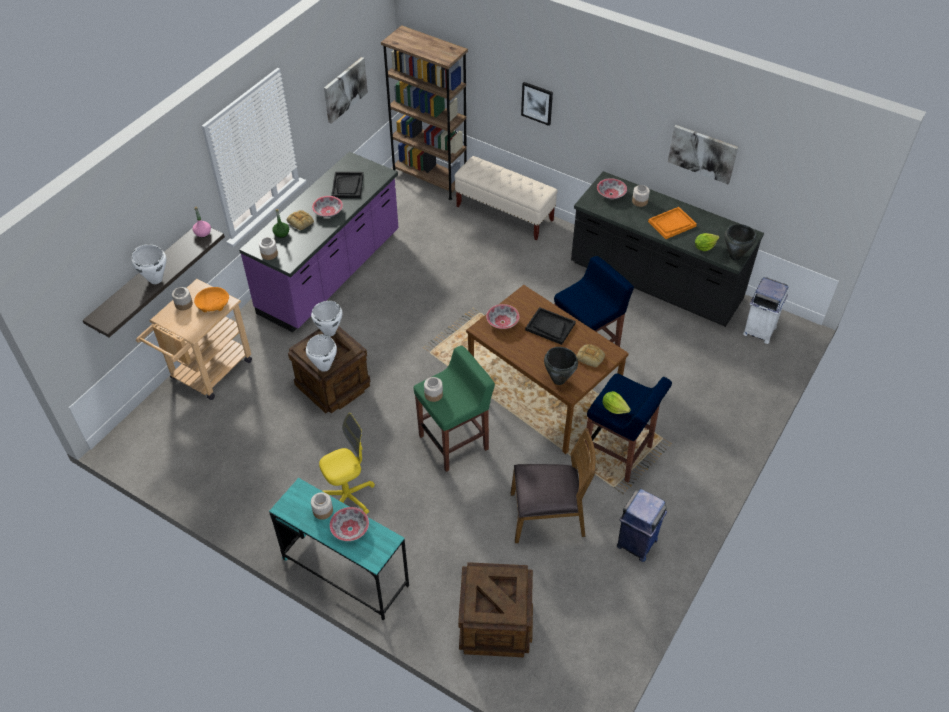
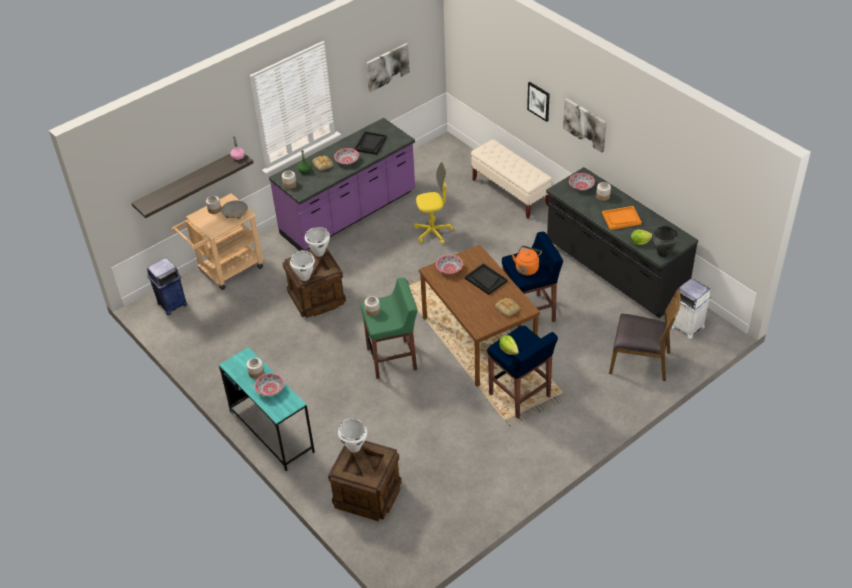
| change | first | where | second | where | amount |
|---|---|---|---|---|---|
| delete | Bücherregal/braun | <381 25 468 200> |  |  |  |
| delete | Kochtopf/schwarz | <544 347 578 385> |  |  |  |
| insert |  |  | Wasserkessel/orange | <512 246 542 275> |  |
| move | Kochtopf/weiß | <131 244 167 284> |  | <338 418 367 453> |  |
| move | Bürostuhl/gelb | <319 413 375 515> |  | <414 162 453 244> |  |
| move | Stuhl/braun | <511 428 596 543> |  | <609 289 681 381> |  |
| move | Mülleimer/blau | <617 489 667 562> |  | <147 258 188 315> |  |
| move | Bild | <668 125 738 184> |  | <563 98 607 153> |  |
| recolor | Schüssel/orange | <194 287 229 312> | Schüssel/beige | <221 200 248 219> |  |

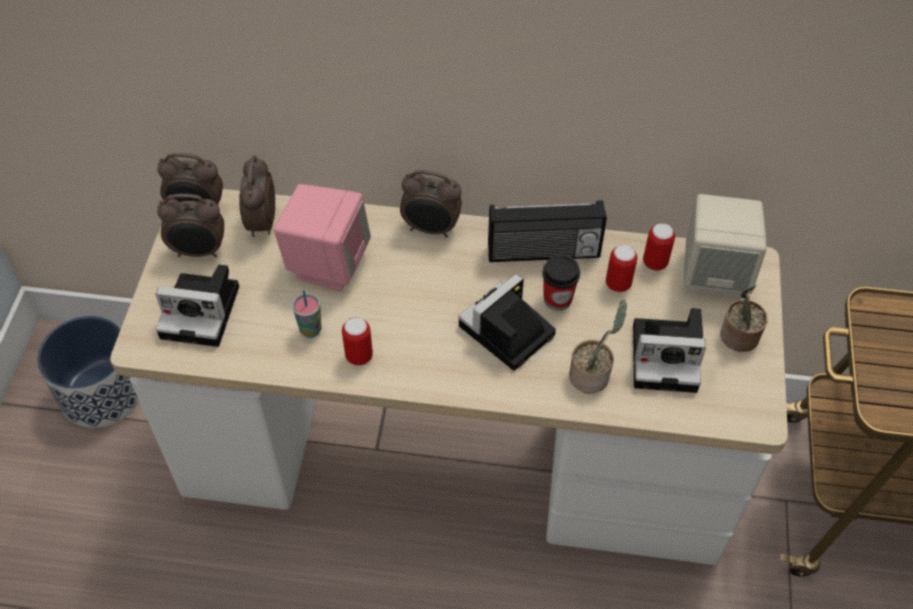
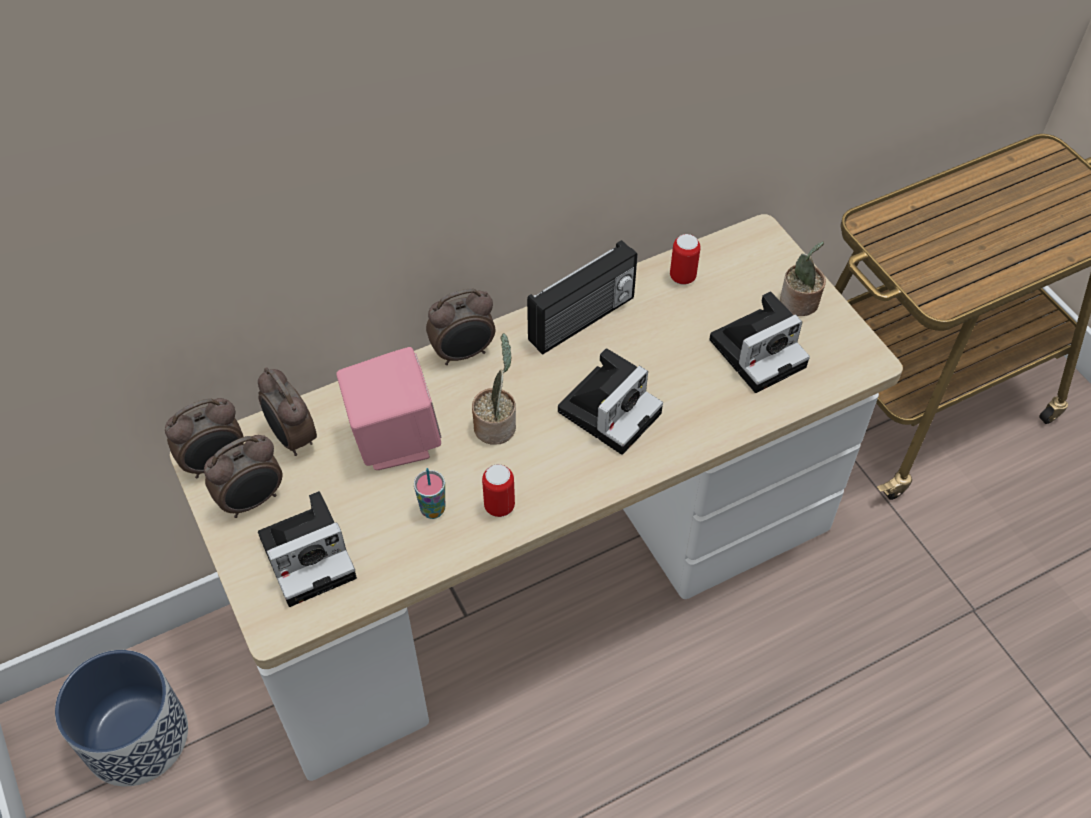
| change | first | where | second | where | amount |
|---|---|---|---|---|---|
| delete | Tasse | <542 254 580 311> |  |  |  |
| delete | Dose | <606 245 637 292> |  |  |  |
| delete | Lautsprecher/beige | <684 194 767 298> |  |  |  |
| move | Topfpflanze | <569 300 627 394> |  | <472 333 516 445> |  |
| rotate | Kamera | <458 274 556 371> |  | <558 348 663 455> | 150 degrees counterclockwise |

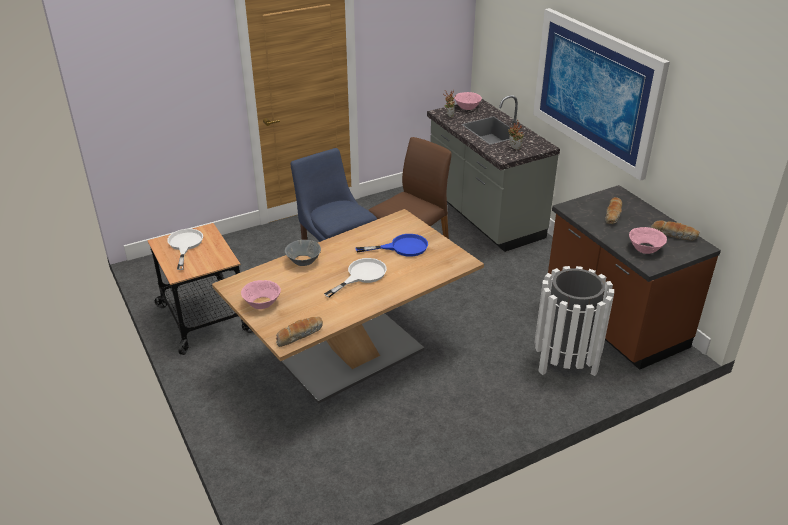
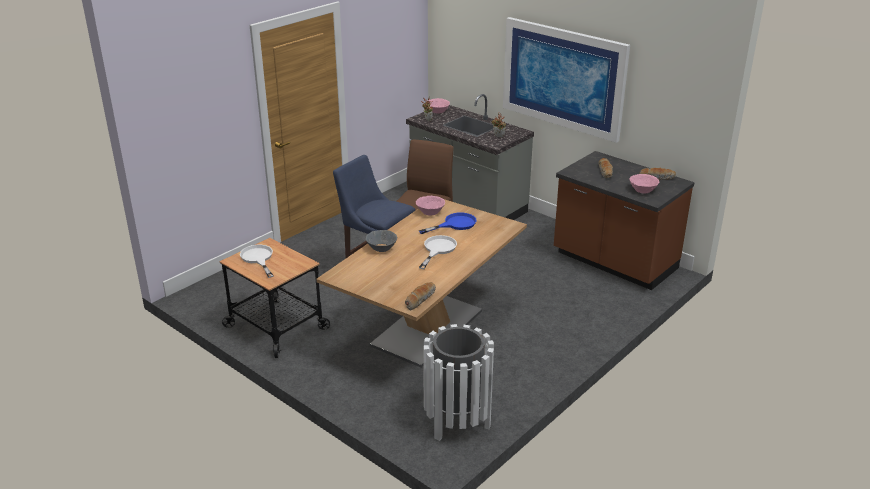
| change | first | where | second | where | amount |
|---|---|---|---|---|---|
| move | Schüssel/rosa | <241 280 281 309> |  | <416 196 445 216> |  |
| move | Mülleimer/weiß | <535 266 614 376> |  | <423 324 494 441> |  |

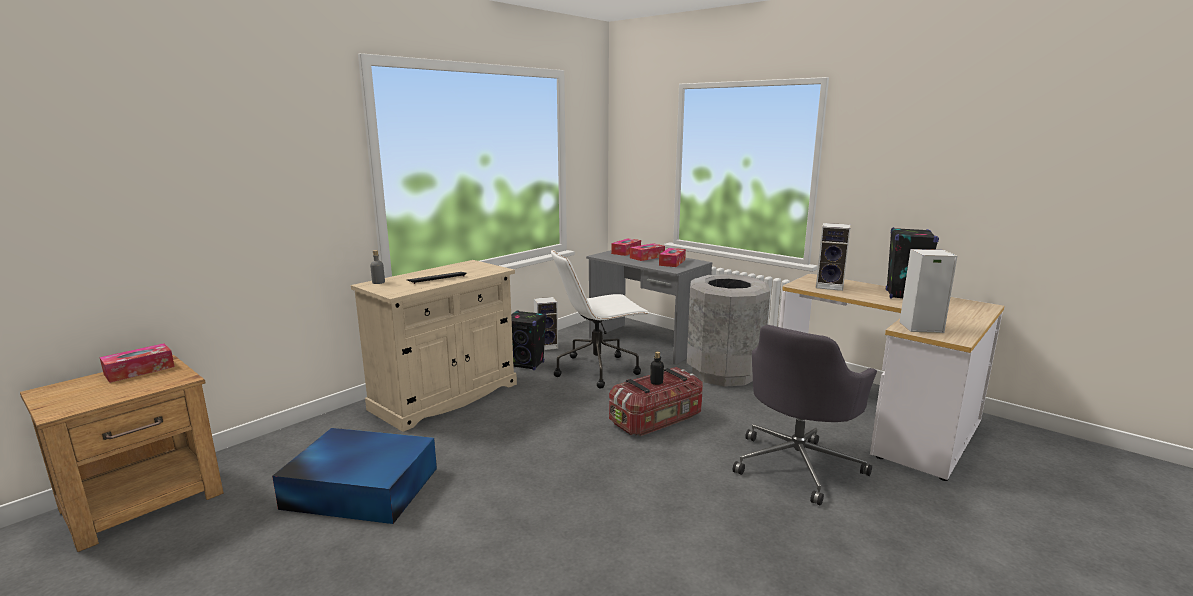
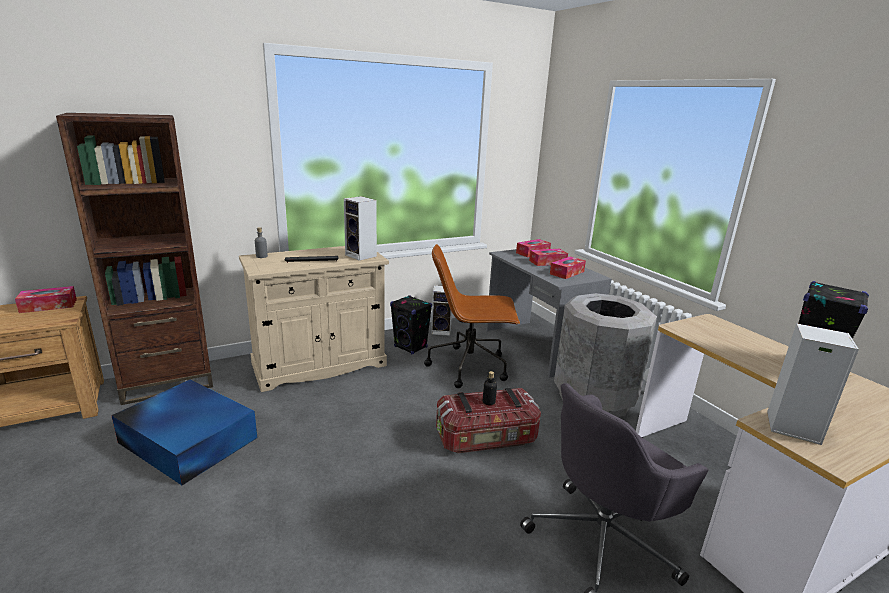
| change | first | where | second | where | amount |
|---|---|---|---|---|---|
| insert |  |  | Bücherregal/braun | <56 113 213 405> |  |
| move | Lautsprecher | <816 223 851 291> |  | <344 196 377 261> |  |
| recolor | Bürostuhl/weiß | <551 249 649 389> | Bürostuhl/braun | <424 244 520 388> |  |

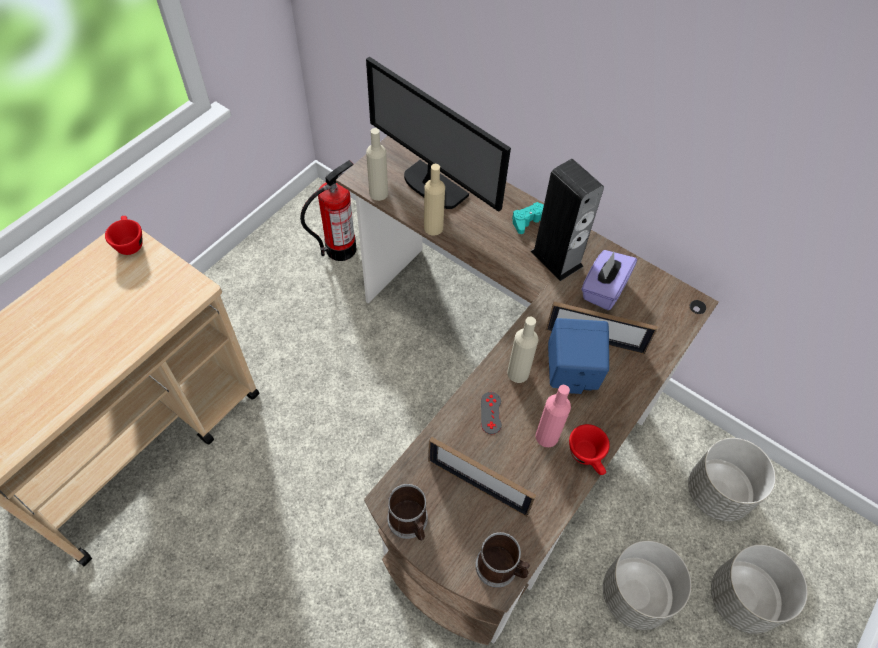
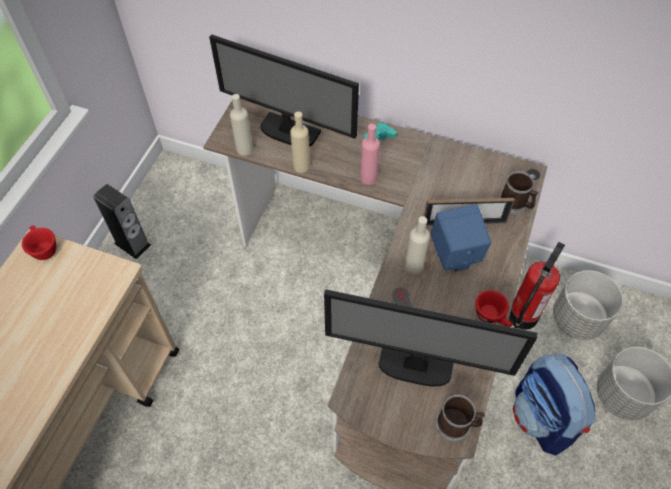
| change | first | where | second | where | amount |
|---|---|---|---|---|---|
| delete | Taschentuchbox/lila | <581 250 637 310> |  |  |  |
| move | Feuerlöscher | <300 160 357 261> |  | <509 242 565 330> |  |
| move | Henkelbecher | <387 484 428 541> |  | <499 171 538 214> |  |
| move | Lautsprecher | <530 159 604 281> |  | <93 184 151 259> |  |
| move | Flasche/rosa | <536 385 571 447> |  | <360 124 380 185> |  |
| replace | Bilderrahmen | <428 437 536 517> | Monitor | <324 289 538 386> |  |
| replace | Pflanzkübel/grau | <603 540 691 630> | Rucksack | <513 354 595 455> |  |

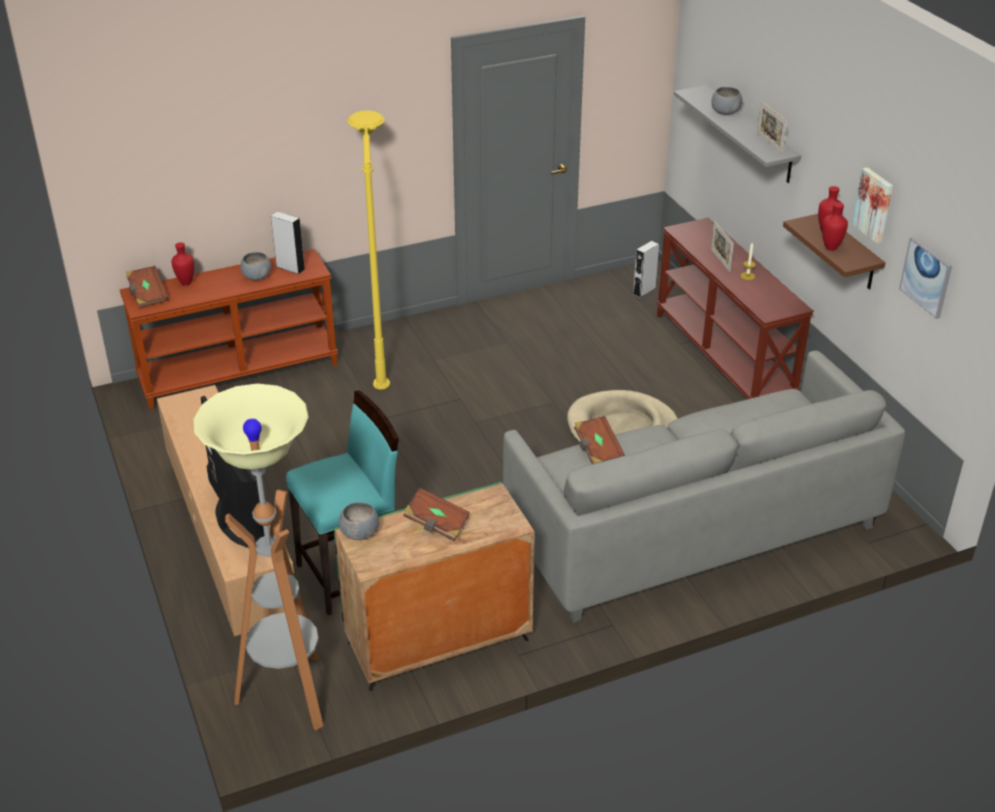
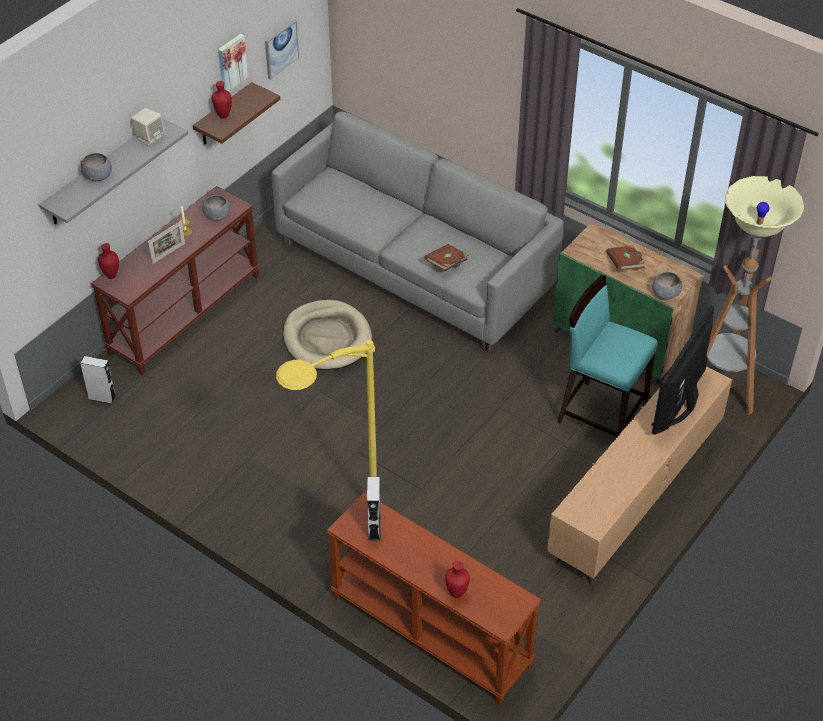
| change | first | where | second | where | amount |
|---|---|---|---|---|---|
| delete | Buch/braun | <126 266 169 309> |  |  |  |
| move | Schüssel/grau | <240 252 271 281> |  | <202 195 230 221> |  |
| move | Vase/rot | <822 202 848 251> |  | <98 243 119 279> |  |
| replace | Bilderrahmen | <757 101 787 154> | Lautsprecher/beige | <131 108 165 145> |  |

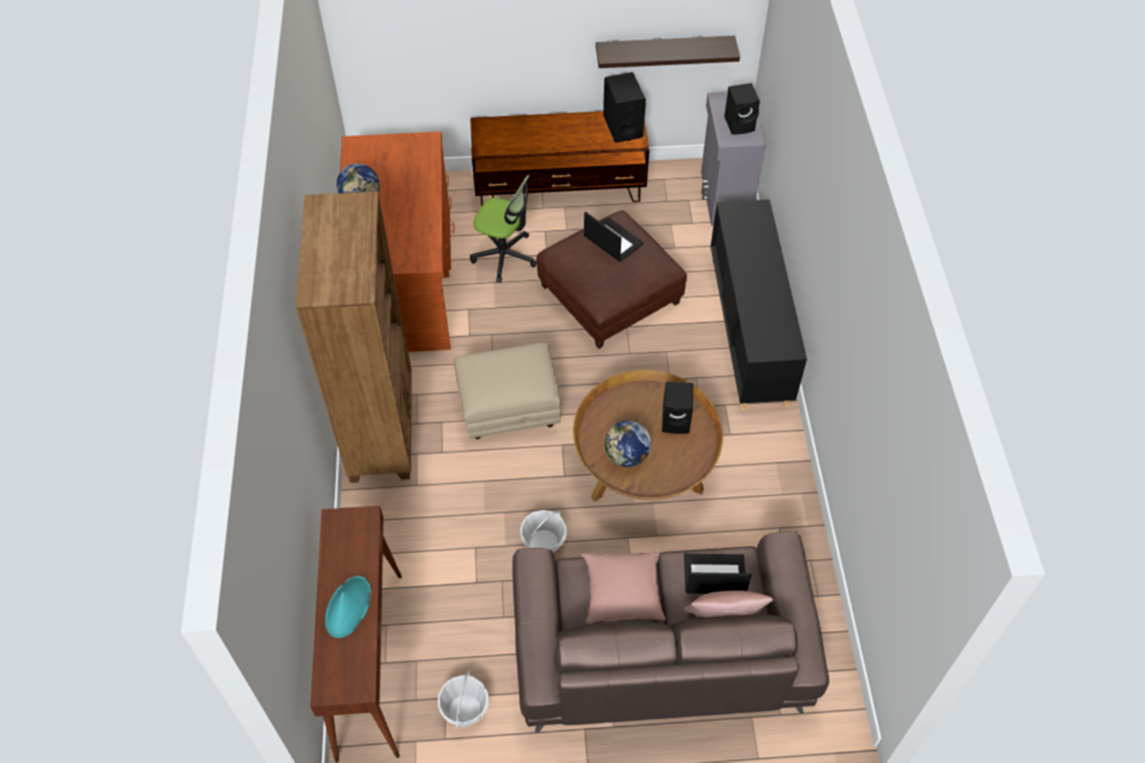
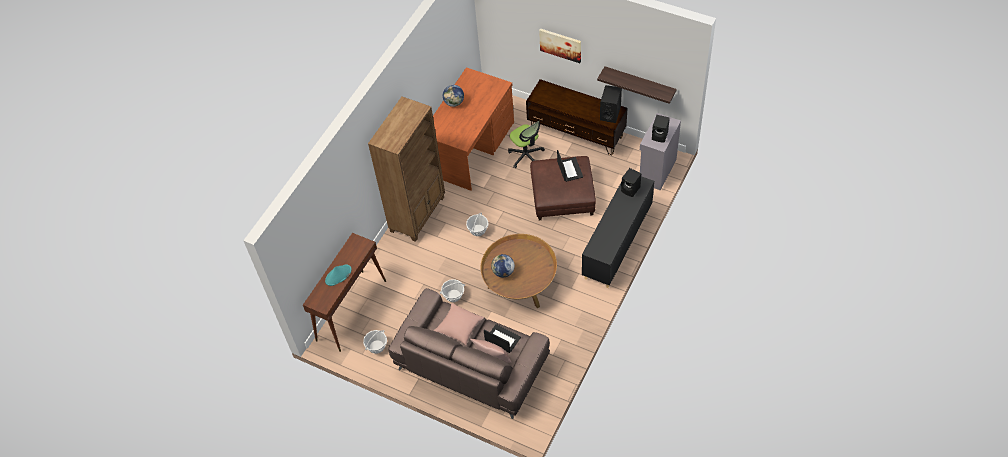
| change | first | where | second | where | amount |
|---|---|---|---|---|---|
| insert |  |  | Bild | <539 28 581 63> |  |
| move | Lautsprecher/schwarz | <662 382 693 434> |  | <621 168 641 197> |  |
| replace | Polsterhocker/beige | <454 342 561 439> | Korb | <466 213 488 236> |  |

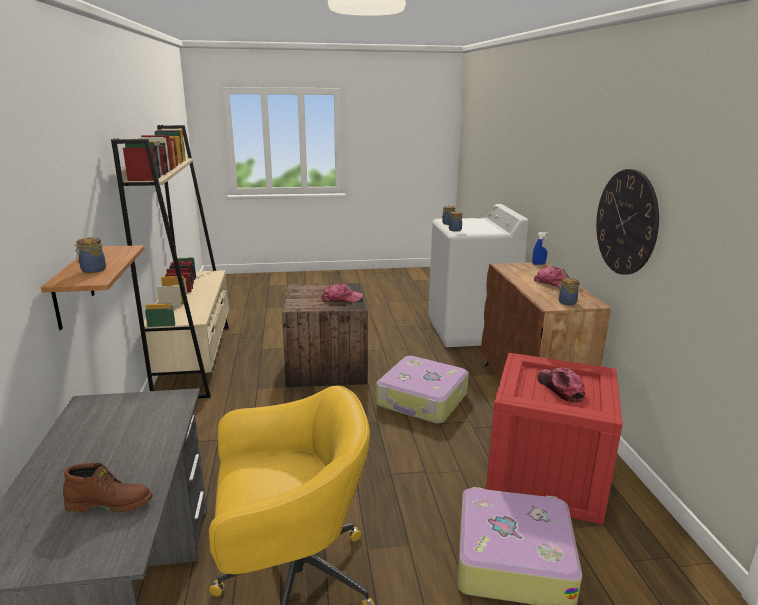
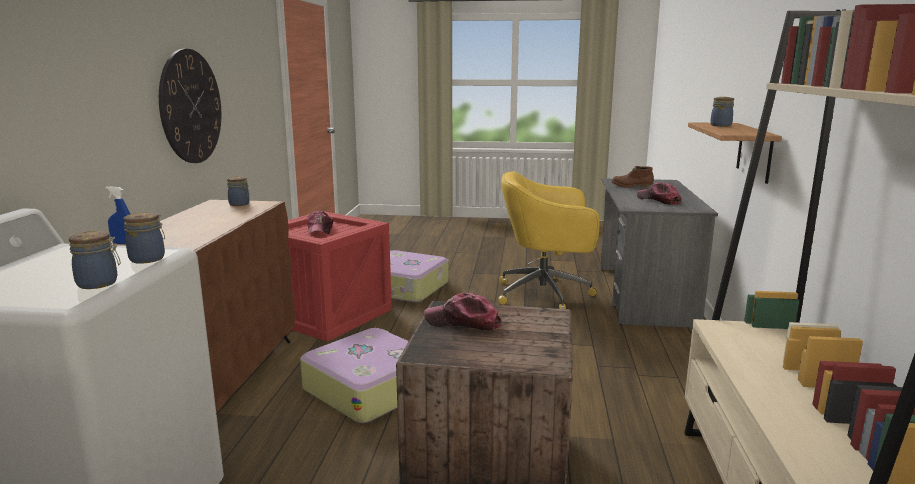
| change | first | where | second | where | amount |
|---|---|---|---|---|---|
| move | Kappe | <534 266 580 287> |  | <637 183 681 205> |  |

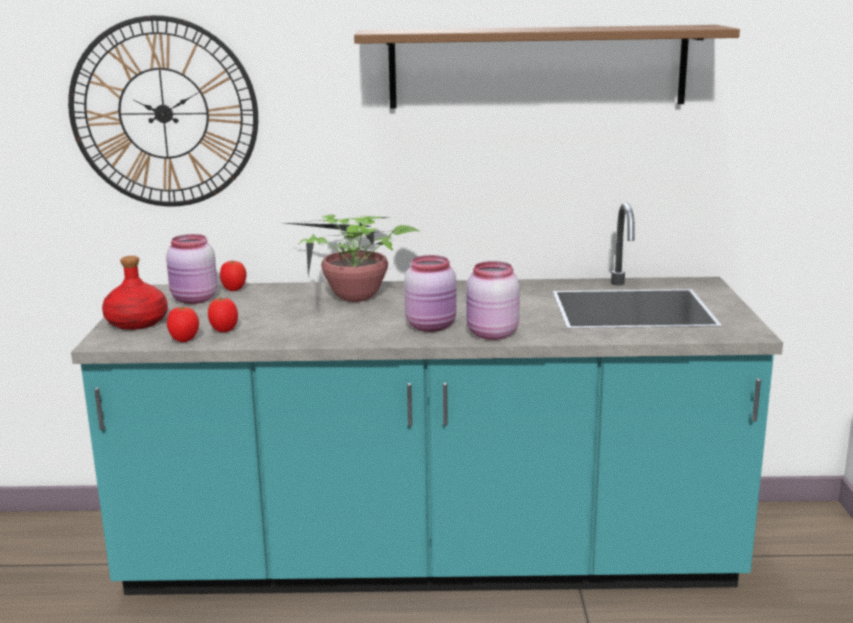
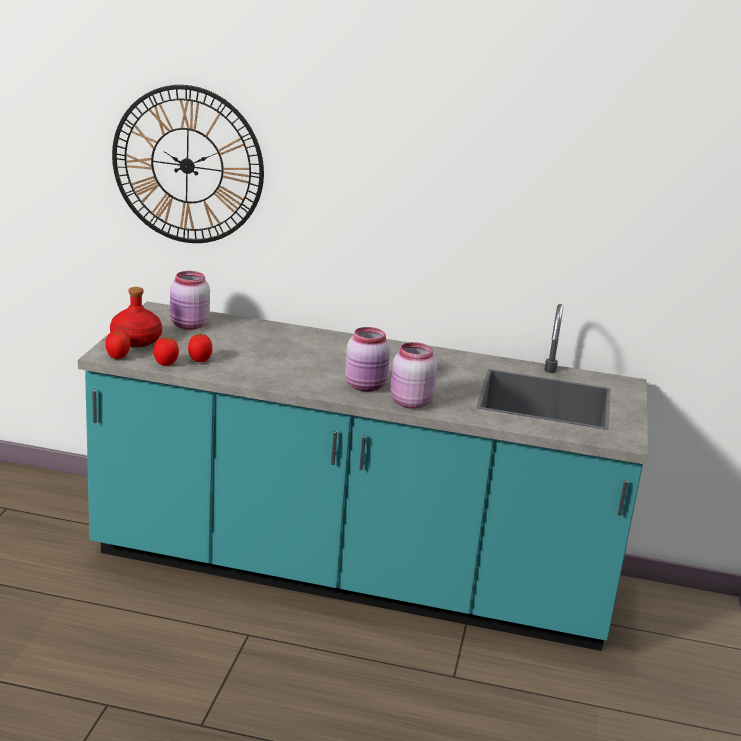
| change | first | where | second | where | amount |
|---|---|---|---|---|---|
| delete | Topfpflanze | <285 215 421 302> |  |  |  |
| delete | Wandregal/braun | <354 25 740 108> |  |  |  |
| move | Tomate | <220 261 247 291> |  | <105 331 131 359> |  |

